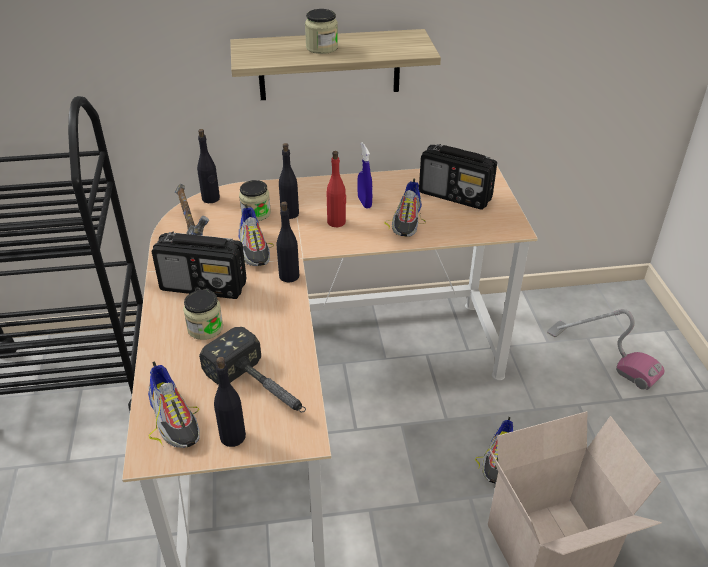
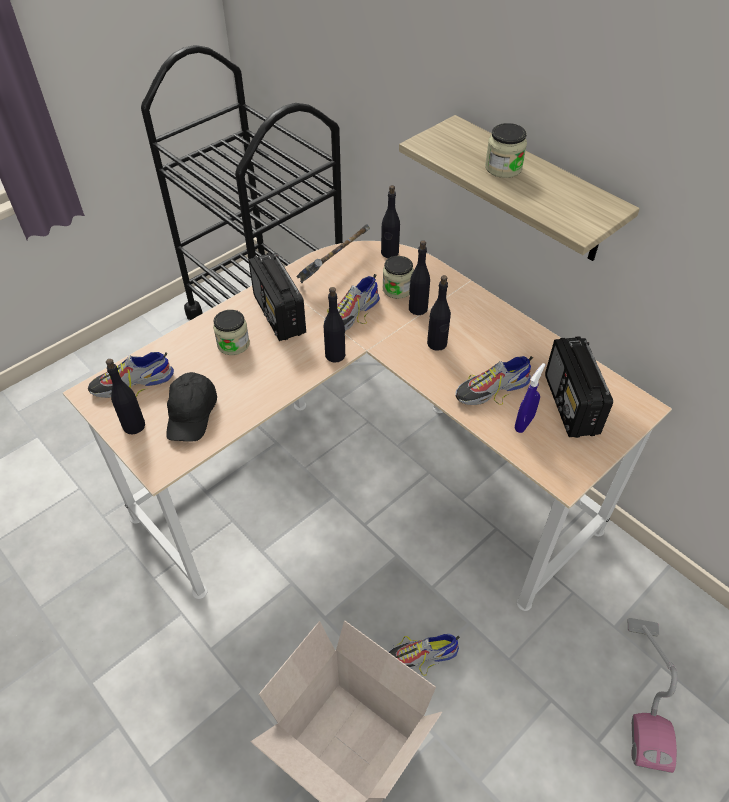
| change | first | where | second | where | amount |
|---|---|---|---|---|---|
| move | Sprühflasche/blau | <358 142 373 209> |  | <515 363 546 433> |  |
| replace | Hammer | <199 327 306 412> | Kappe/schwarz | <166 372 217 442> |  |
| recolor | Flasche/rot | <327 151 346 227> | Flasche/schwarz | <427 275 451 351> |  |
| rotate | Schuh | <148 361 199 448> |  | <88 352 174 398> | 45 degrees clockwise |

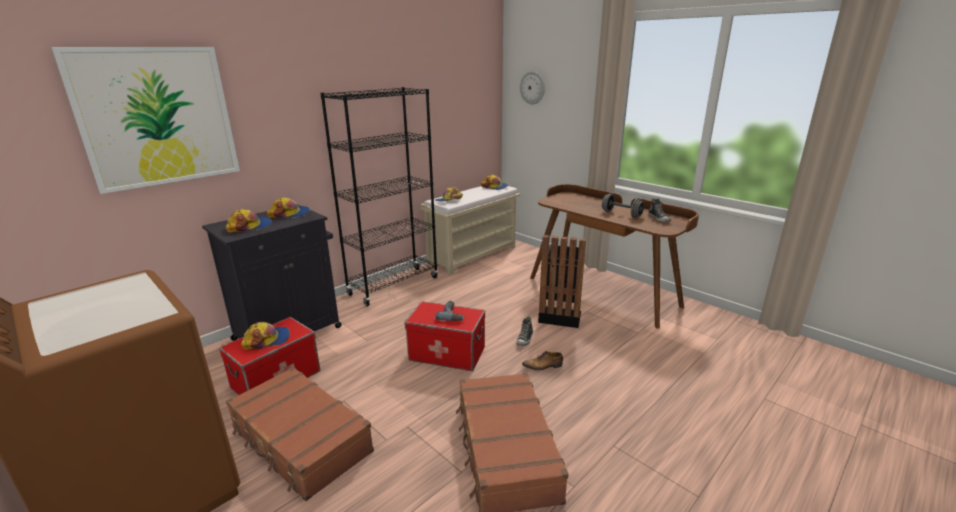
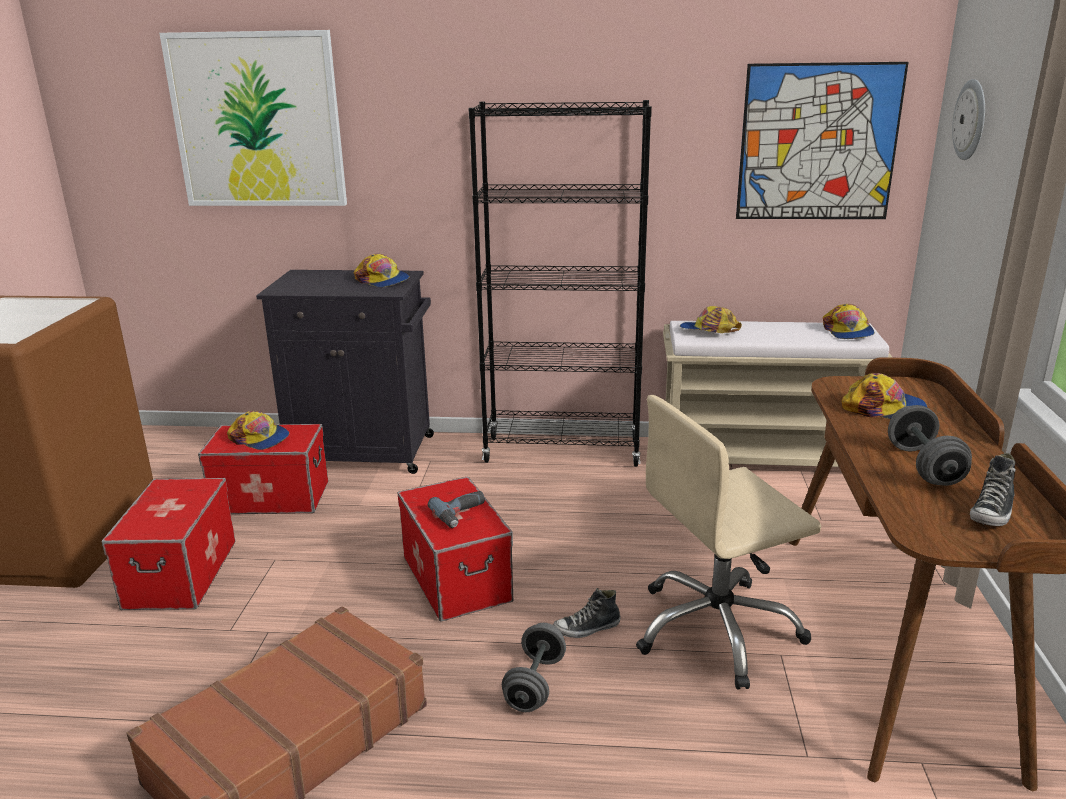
| change | first | where | second | where | amount |
|---|---|---|---|---|---|
| insert |  |  | Bild | <736 62 909 219> |  |
| move | Kappe | <225 209 272 232> |  | <842 373 928 419> |  |
| replace | Koffer/braun | <226 367 374 501> | Aufbewahrungsbox | <101 478 235 610> |  |
| replace | Schuh | <522 351 563 370> | Hantel/grau | <502 623 566 712> |  |
| replace | Mülleimer/schwarz | <538 235 586 328> | Bürostuhl/beige | <636 395 821 690> |  |

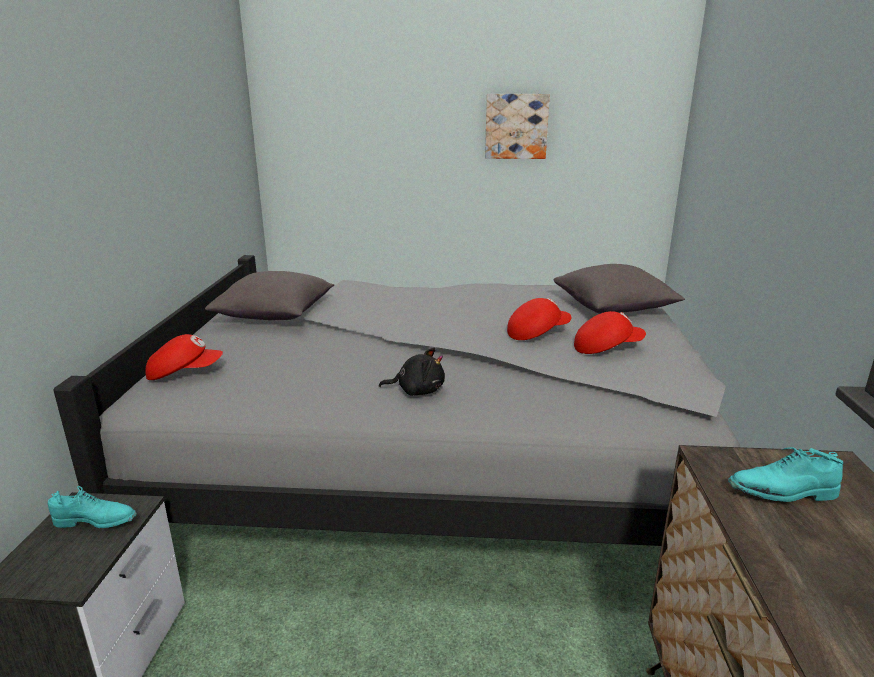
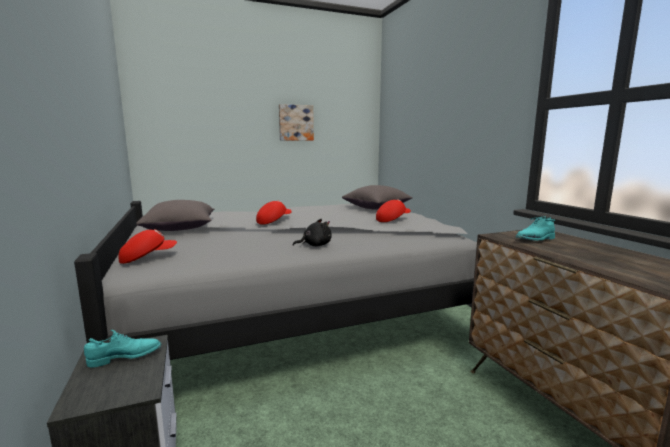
| change | first | where | second | where | amount |
|---|---|---|---|---|---|
| move | Kappe/rot | <507 298 571 340> |  | <256 201 292 225> |  |

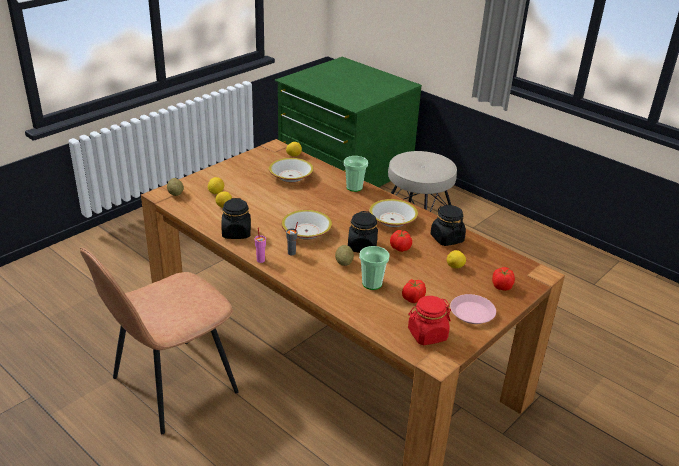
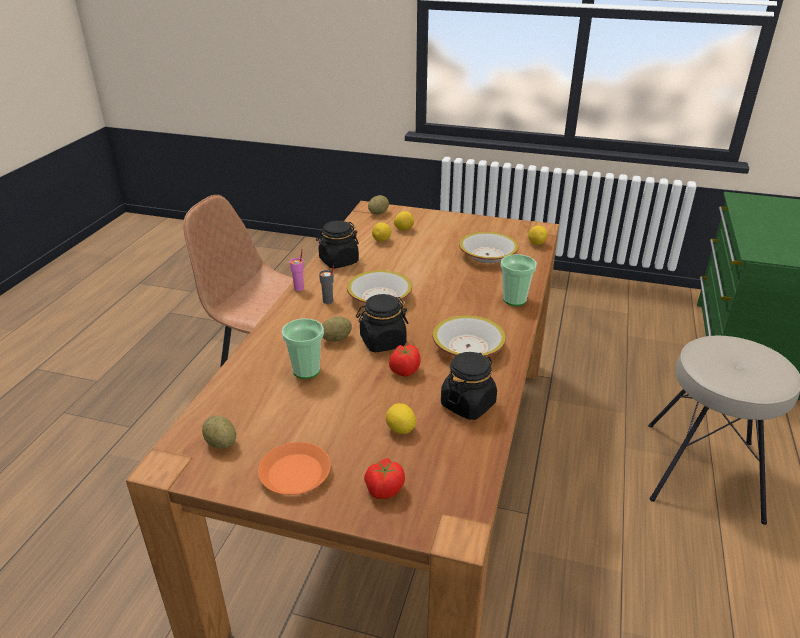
| change | first | where | second | where | amount |
|---|---|---|---|---|---|
| delete | Tomate | <402 279 426 303> |  |  |  |
| replace | Vorratsglas/rot | <408 296 451 345> | Kartoffel | <202 416 236 449> |  |
| recolor | Teller/rosa | <450 294 496 324> | Teller/orange | <258 442 331 495> |  |

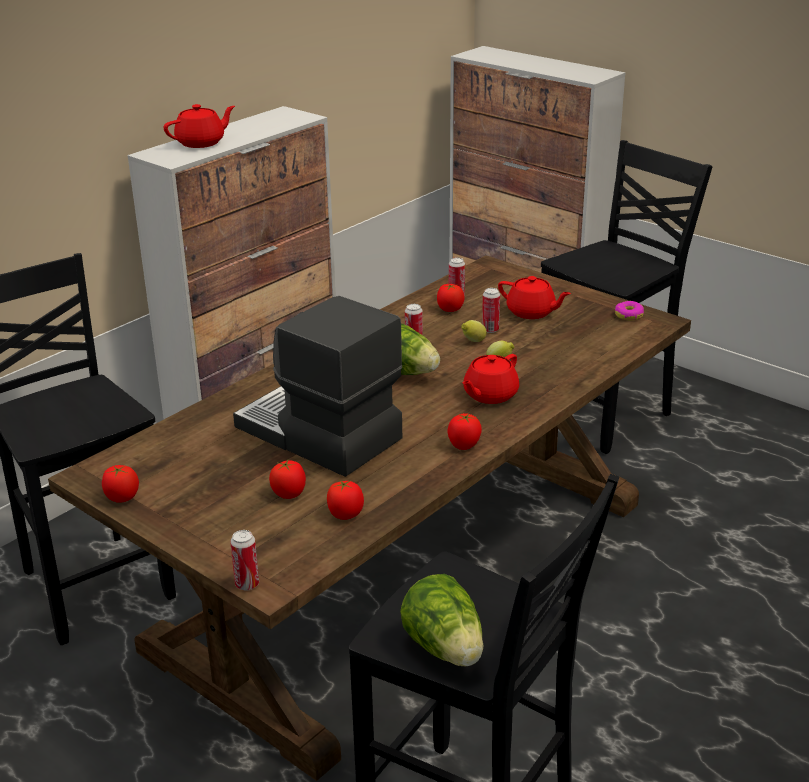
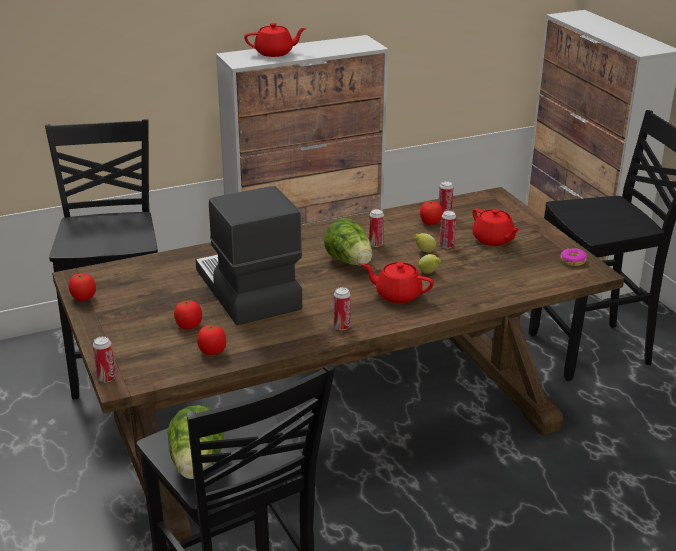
| change | first | where | second | where | amount |
|---|---|---|---|---|---|
| replace | Tomate | <448 413 482 450> | Dose | <334 287 351 330> |  |
| rotate | Teekanne/rot | <463 354 519 404> |  | <362 262 434 303> | 45 degrees clockwise |

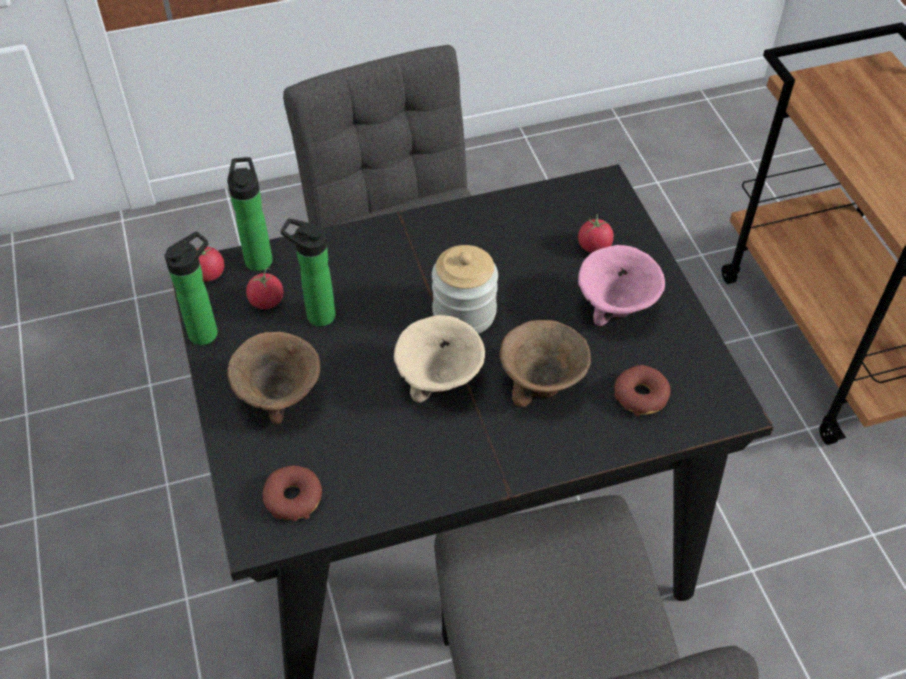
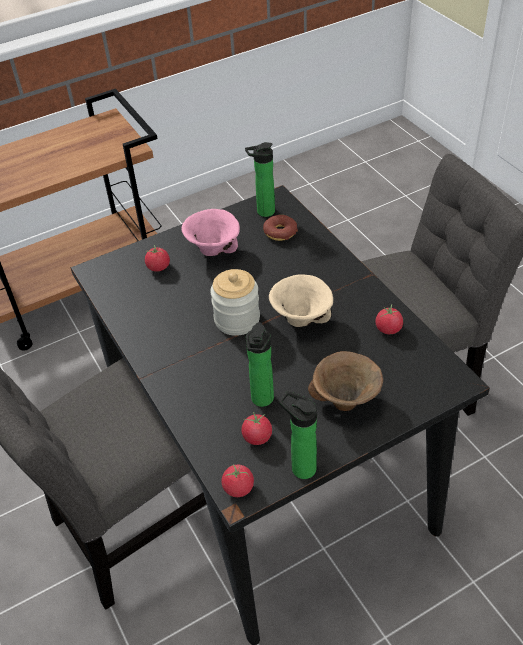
| change | first | where | second | where | amount |
|---|---|---|---|---|---|
| delete | Donut | <263 466 322 521> |  |  |  |
| delete | Schüssel/braun | <499 320 591 407> |  |  |  |
| insert |  |  | Tomate | <375 304 403 334> |  |
| move | Flasche | <227 157 272 271> |  | <245 142 275 217> |  |

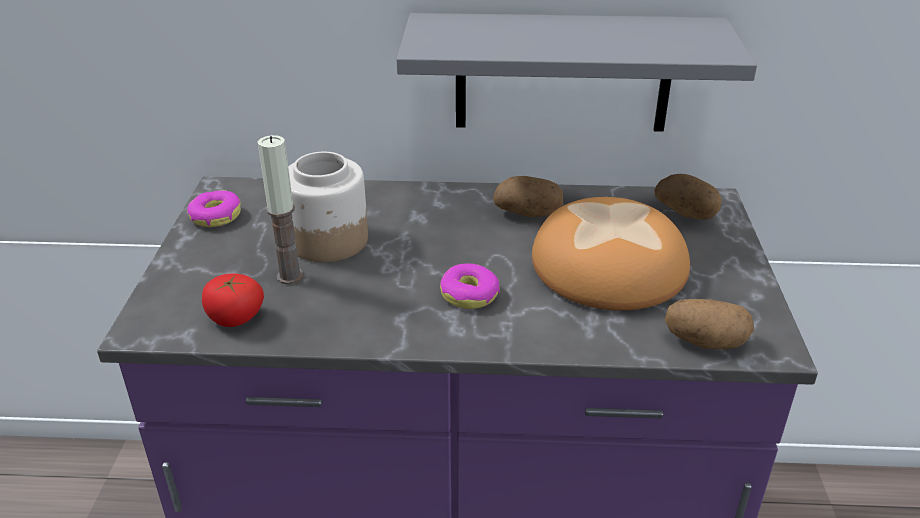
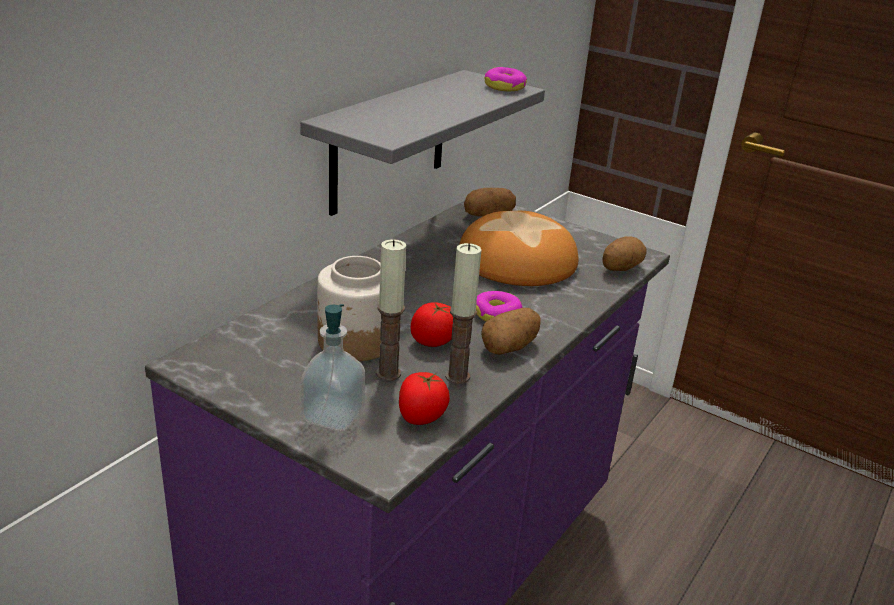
| change | first | where | second | where | amount |
|---|---|---|---|---|---|
| insert |  |  | Seifenspender | <301 304 365 432> |  |
| insert |  |  | Tomate | <411 302 453 347> |  |
| insert |  |  | Kerze | <445 243 481 384> |  |
| move | Donut | <187 190 241 227> |  | <485 67 527 91> |  |
| move | Kartoffel | <493 176 563 217> |  | <481 308 541 355> |  |

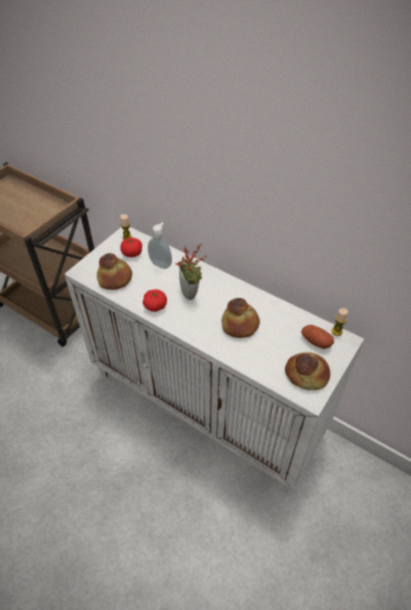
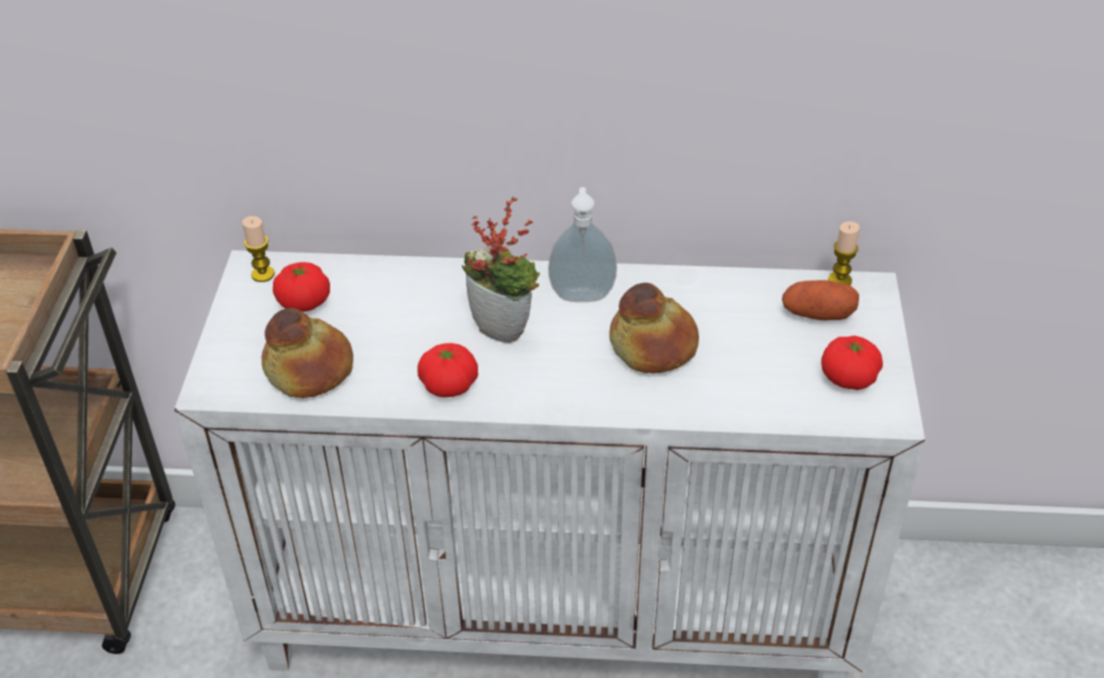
| change | first | where | second | where | amount |
|---|---|---|---|---|---|
| move | Seifenspender | <148 222 172 269> |  | <548 187 617 302> |  |
| replace | Brot | <285 352 330 390> | Tomate | <821 335 883 390> |  |

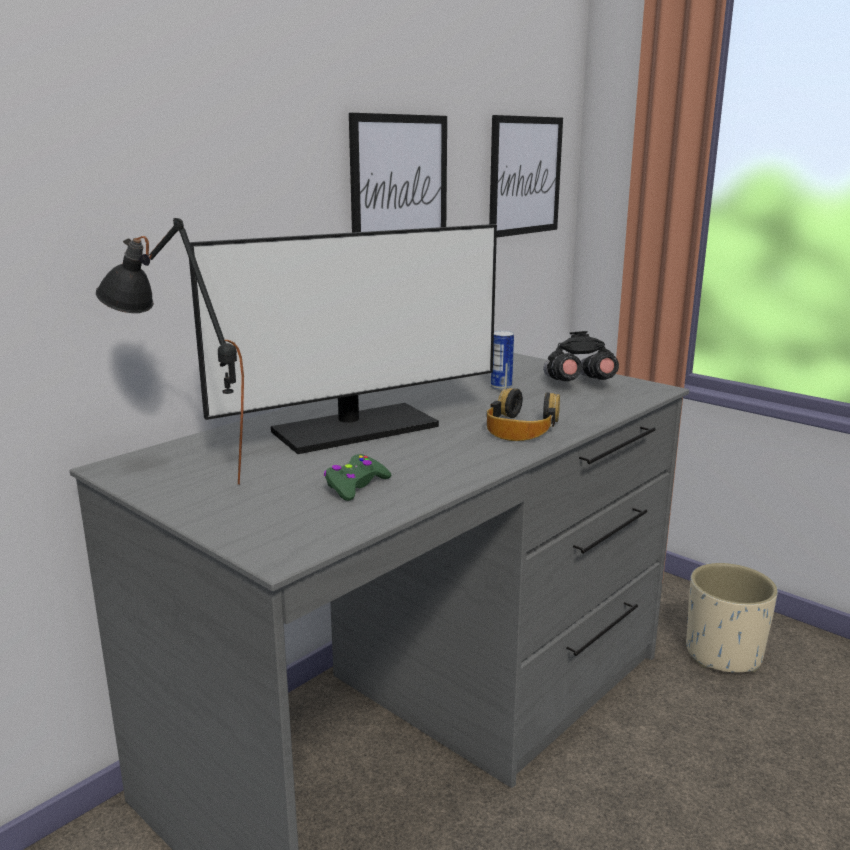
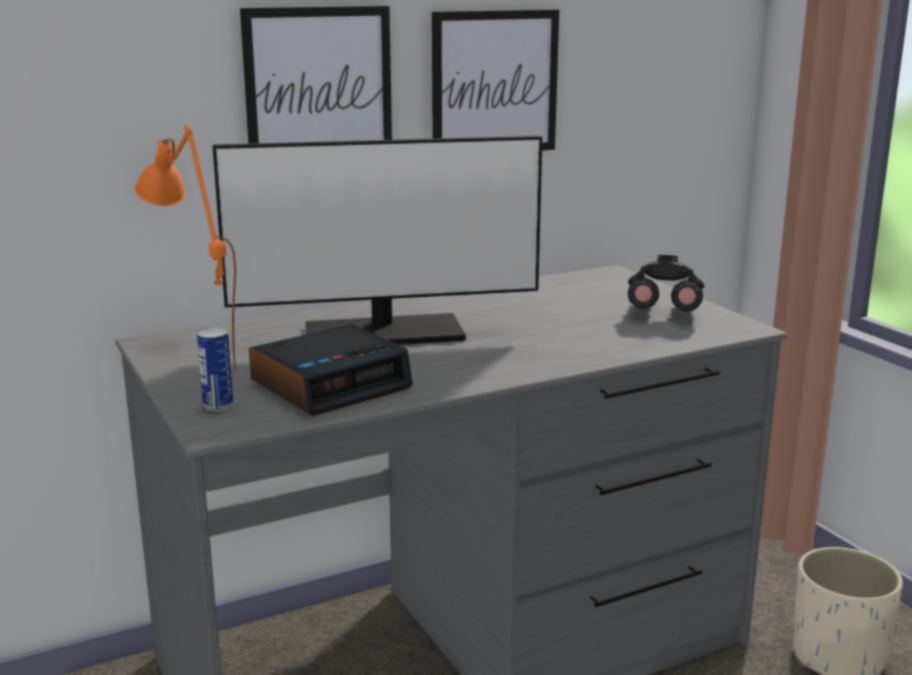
| change | first | where | second | where | amount |
|---|---|---|---|---|---|
| delete | Kopfhörer | <487 388 560 441> |  |  |  |
| move | Bild | <489 115 563 237> |  | <240 6 392 144> |  |
| move | Dose | <491 331 514 391> |  | <197 327 233 411> |  |
| replace | Gamepad/grün | <324 454 392 501> | Wecker | <249 324 413 416> |  |
| recolor | Tischlampe/schwarz | <96 218 244 485> | Tischlampe/orange | <135 125 236 370> |  |

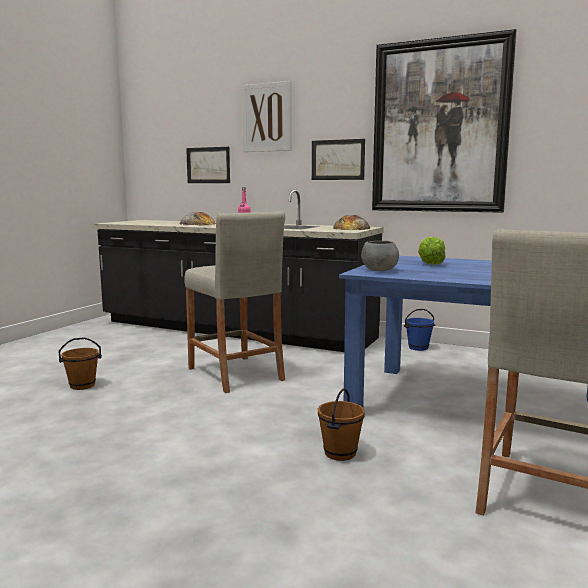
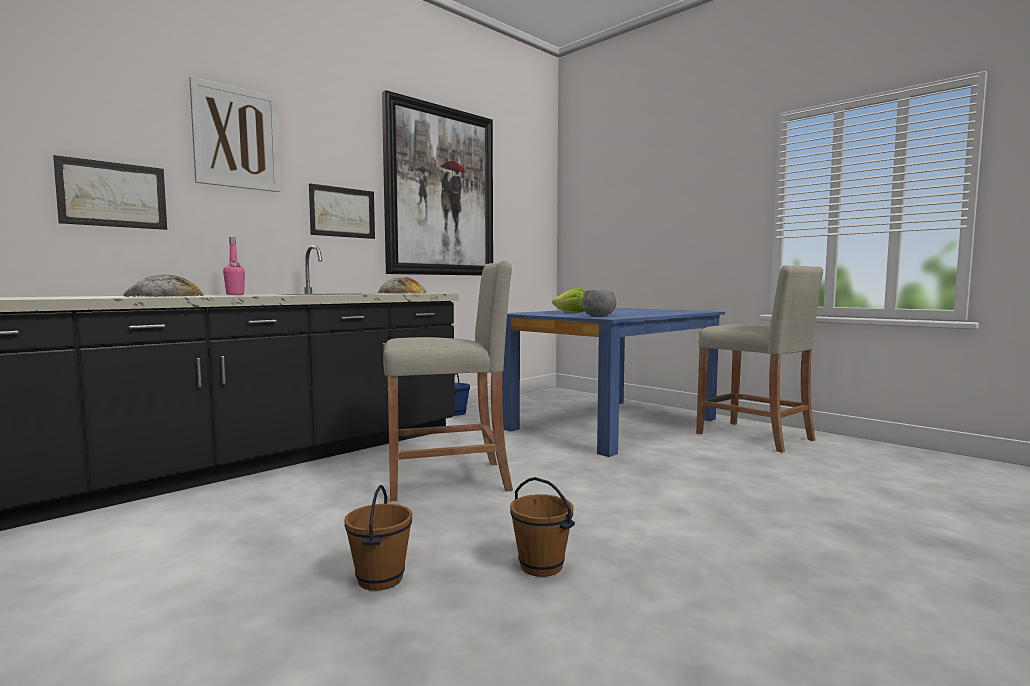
| change | first | where | second | where | amount |
|---|---|---|---|---|---|
| move | Eimer/braun | <318 388 365 461> |  | <510 477 575 577> |  |

